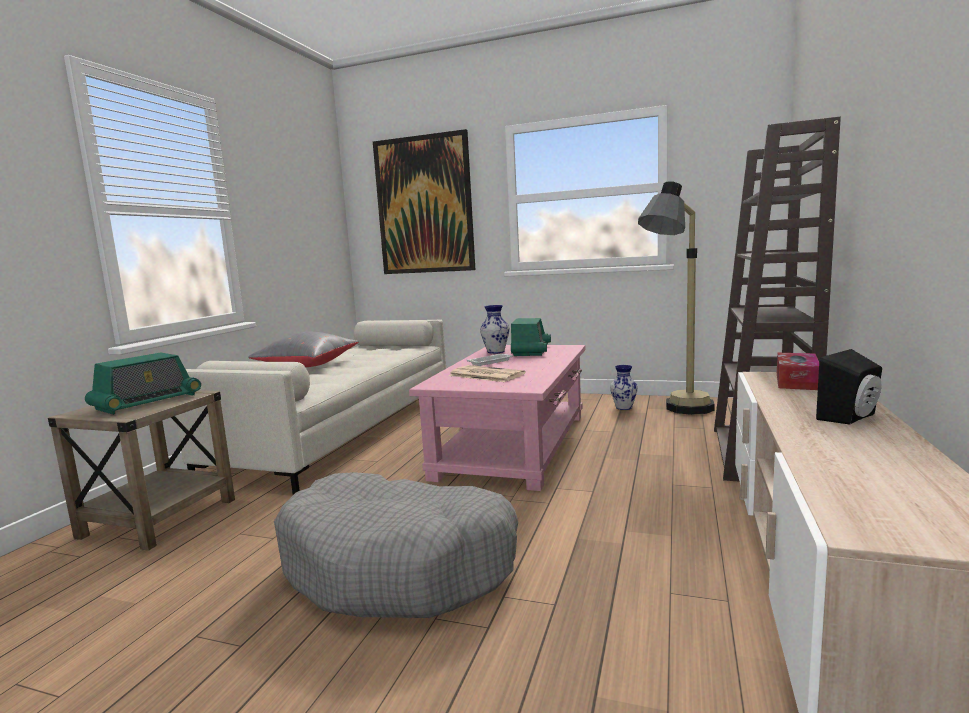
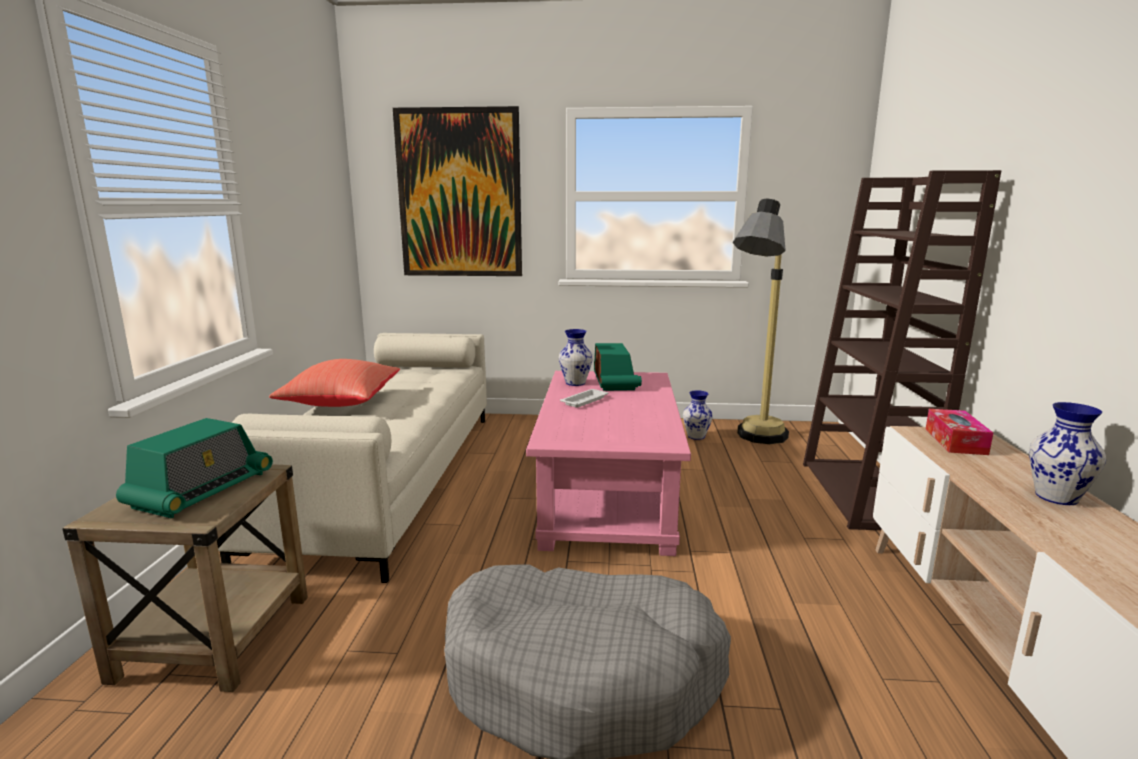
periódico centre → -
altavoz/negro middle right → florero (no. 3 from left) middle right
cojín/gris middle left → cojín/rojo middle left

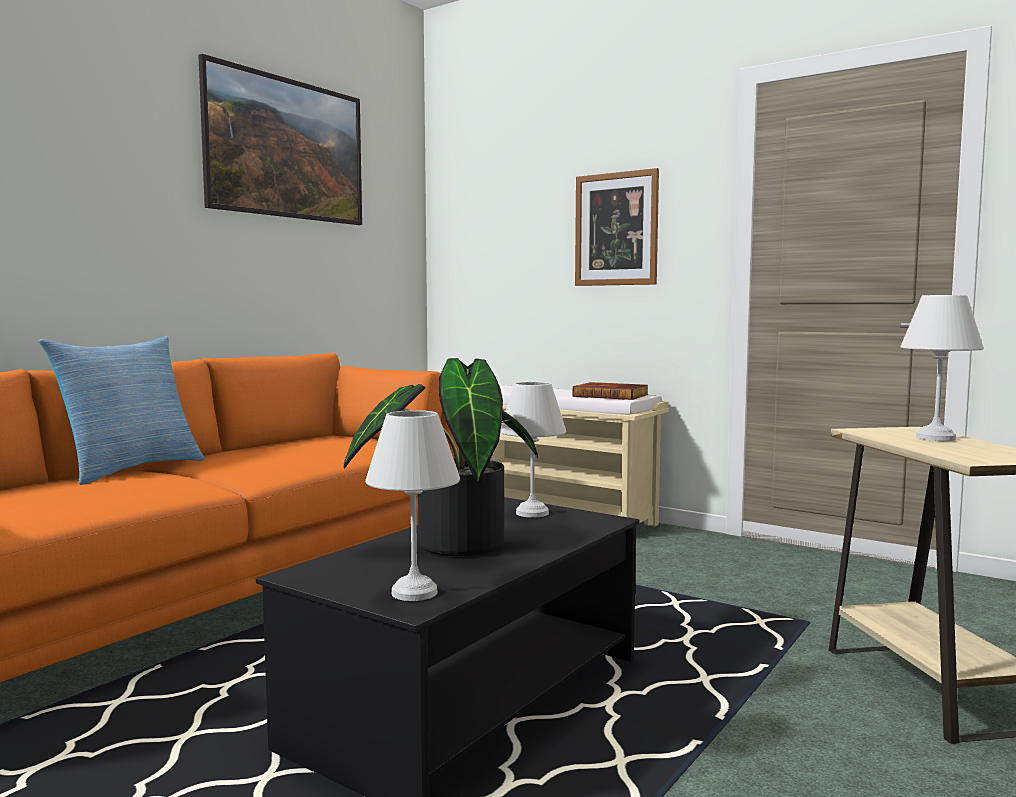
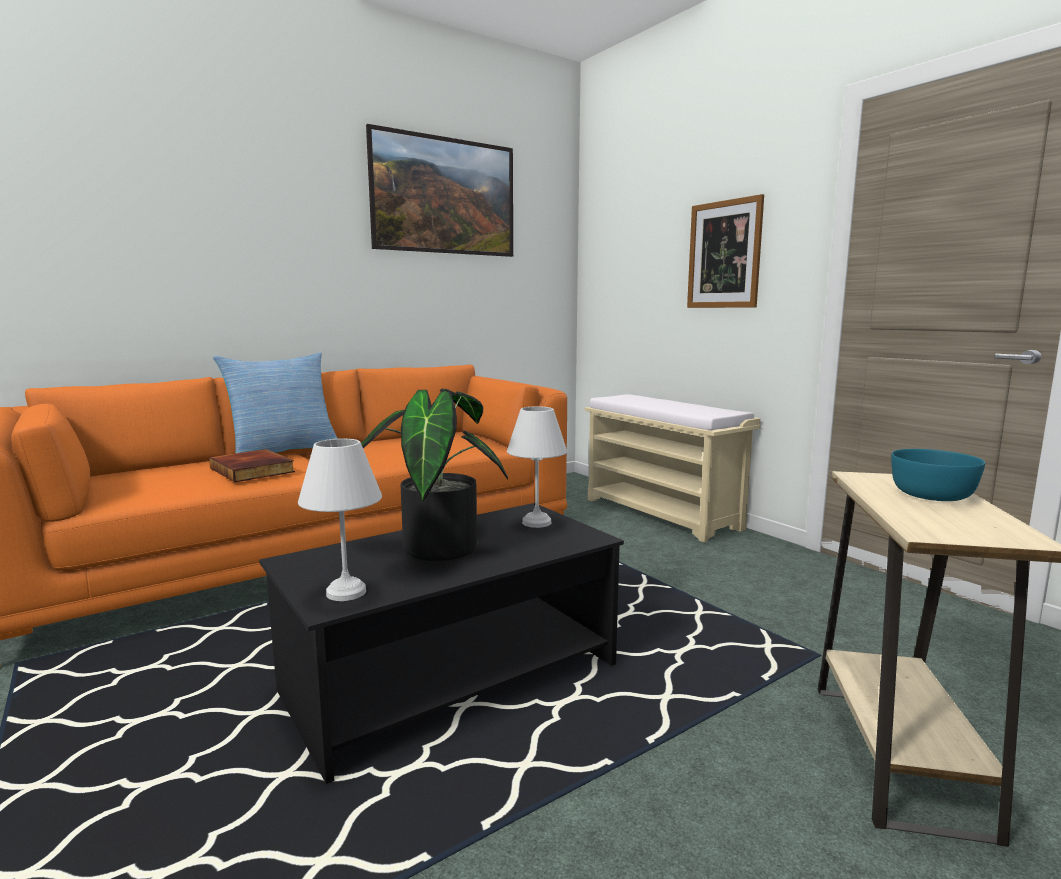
libro centre → libro middle left, shifted
lámpara de mesa/blanco (no. 3 from left) middle right → cuenco/turquesa middle right

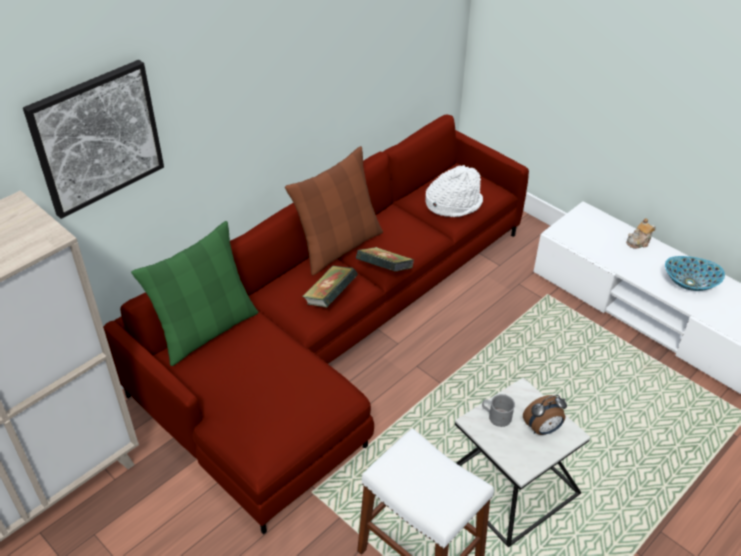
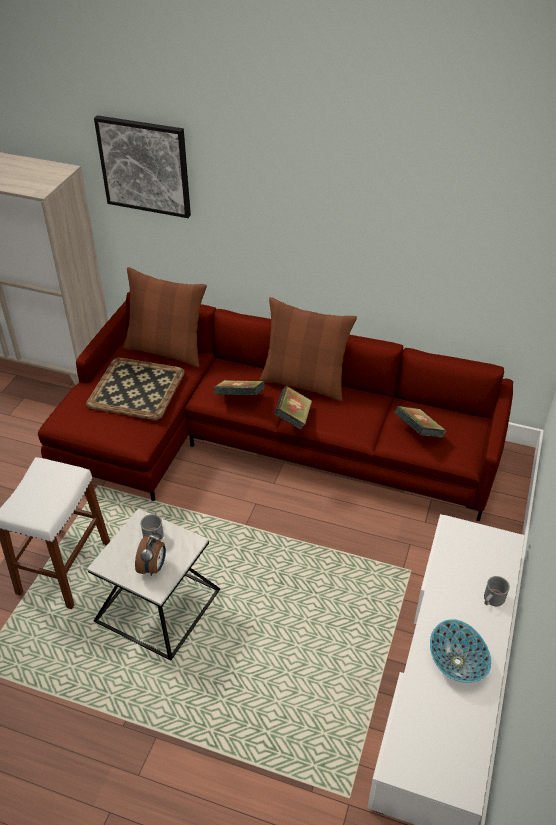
- → bandeja middle left
sombrero/blanco centre → libro (no. 3 from left) middle right
tetera middle right → taza grande/gris (no. 2 from left) bottom right
cojín/verde middle left → cojín/marrón (no. 1 from left) middle left
despertador bottom right → despertador bottom left, 120 degrees counterclockwise

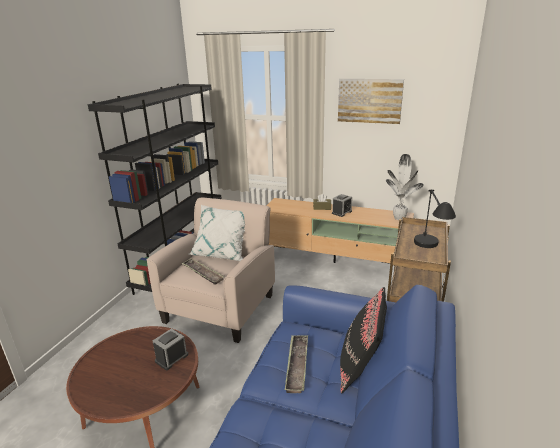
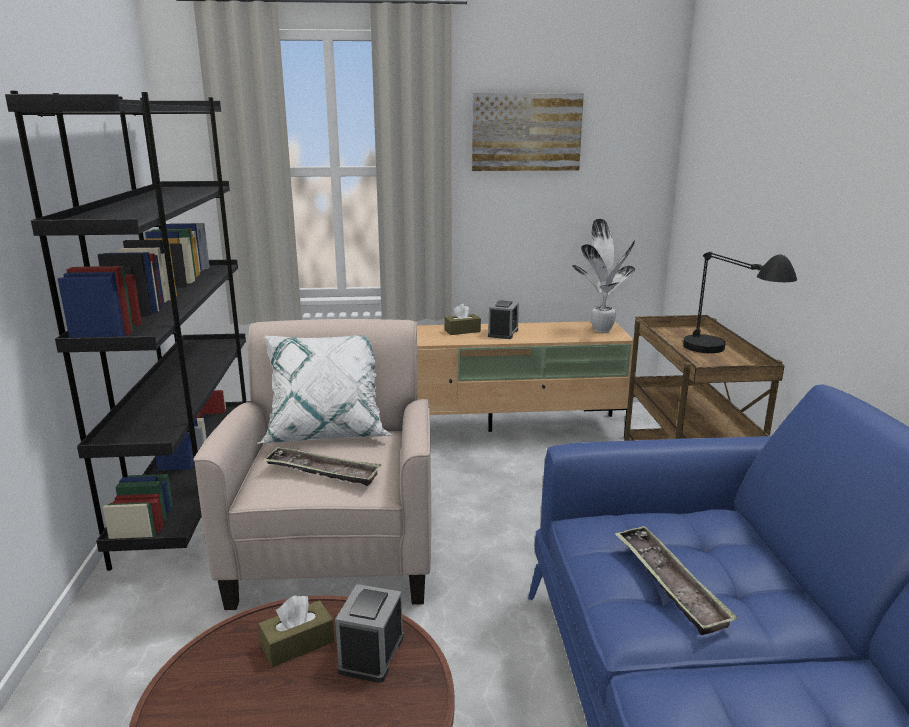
cojín/negro bottom centre → -
- → caja de pañuelos/marrón (no. 1 from left) bottom left

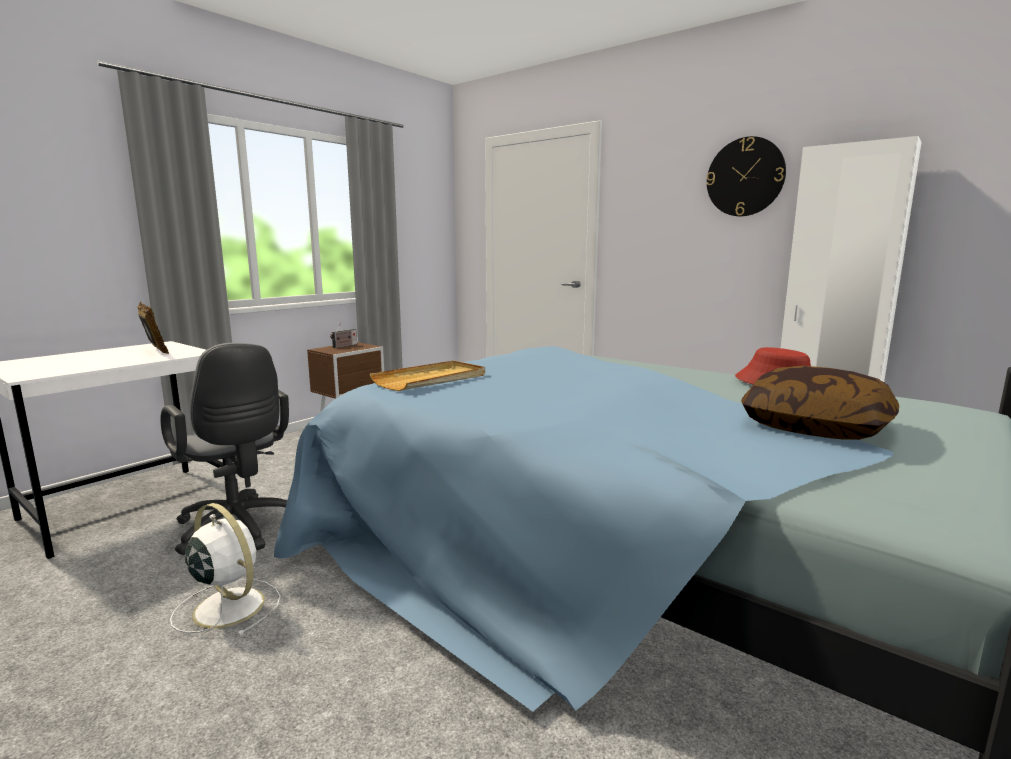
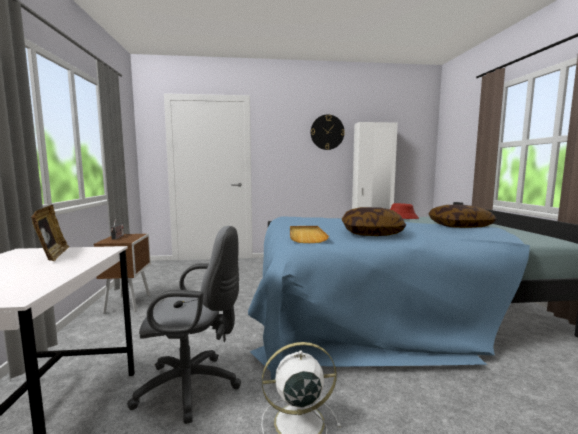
- → cojín (no. 1 from left) centre
portarretratos middle left, 60 degrees clockwise

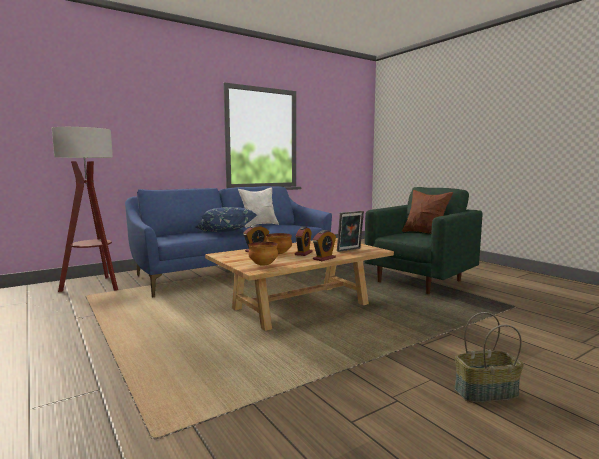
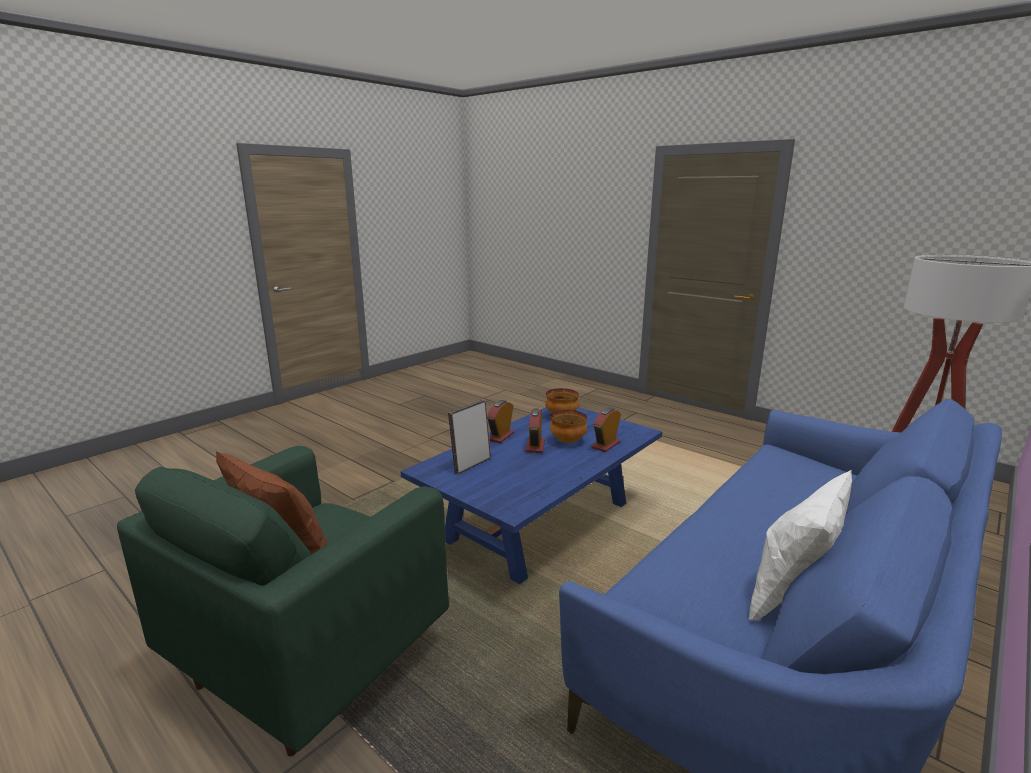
cojín/azul centre → -
cesta bottom right → -
mesa de centro/beis centre → mesa de centro/azul centre

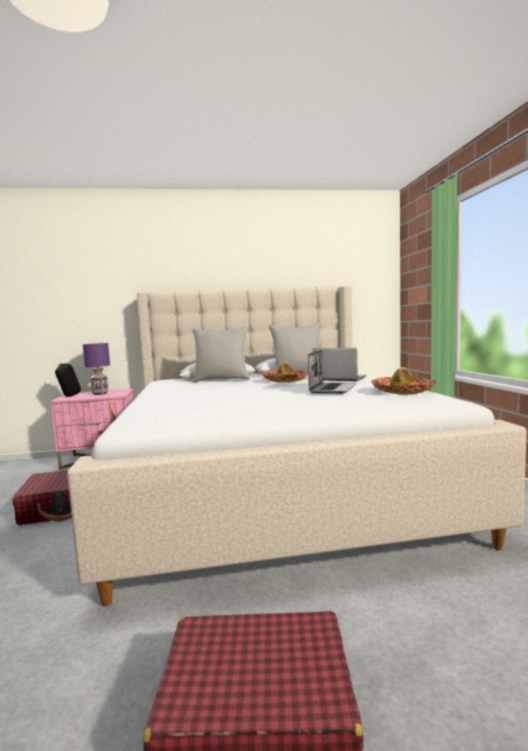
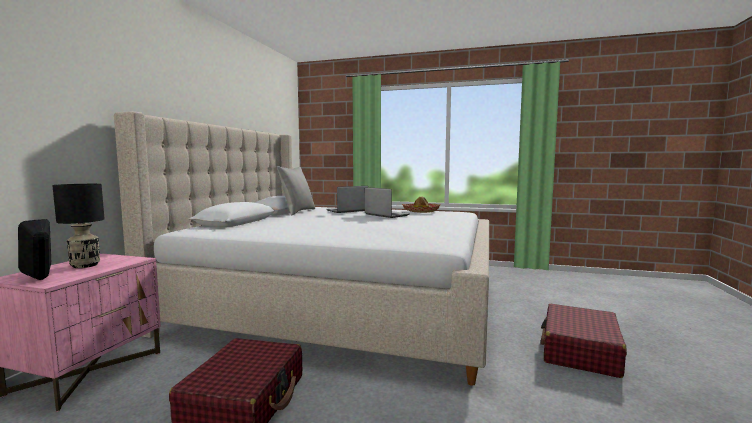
cojín/gris (no. 1 from left) centre → -
sombrero (no. 1 from left) centre → -
lámpara de mesa/morado middle left → lámpara de mesa/negro middle left

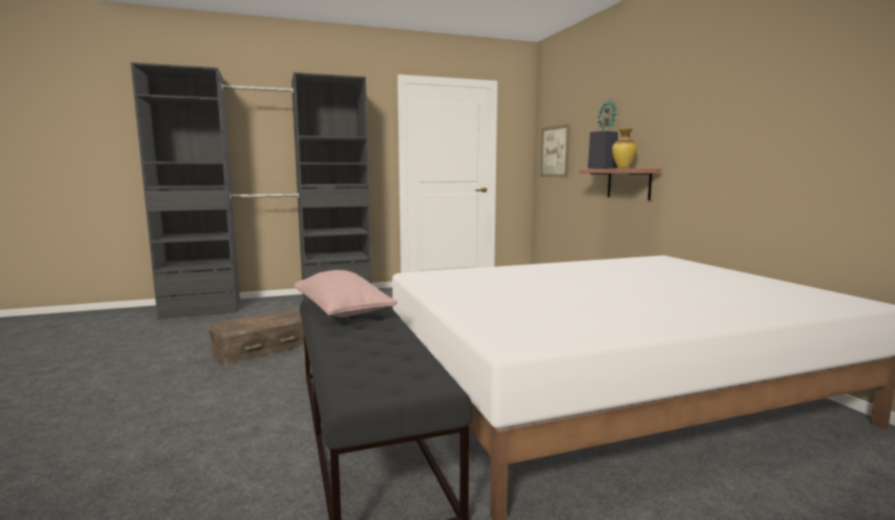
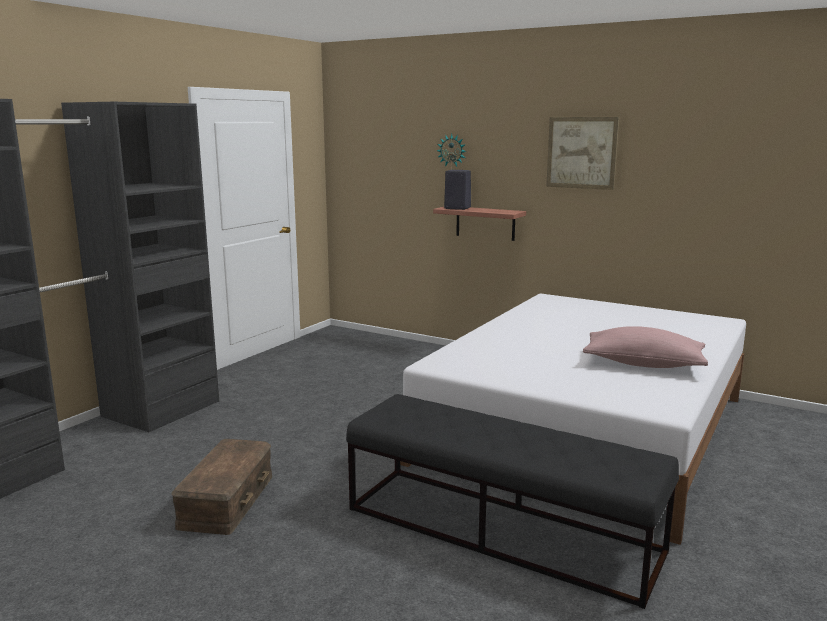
florero top right → -
cojín/rosa centre → cojín/rosa middle right, shifted
cuadro top centre → cuadro top right, shifted

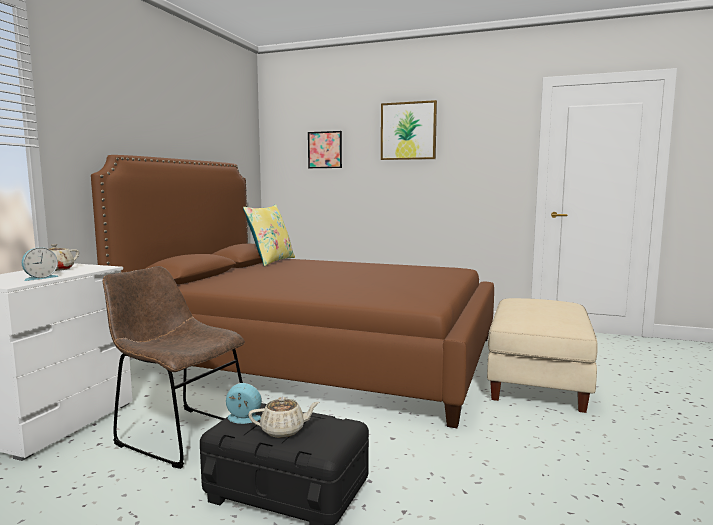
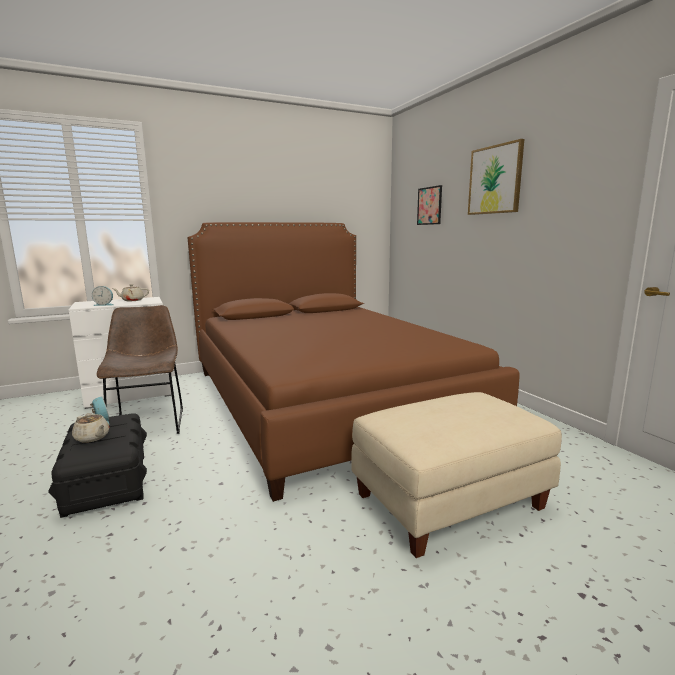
cojín/amarillo centre → -

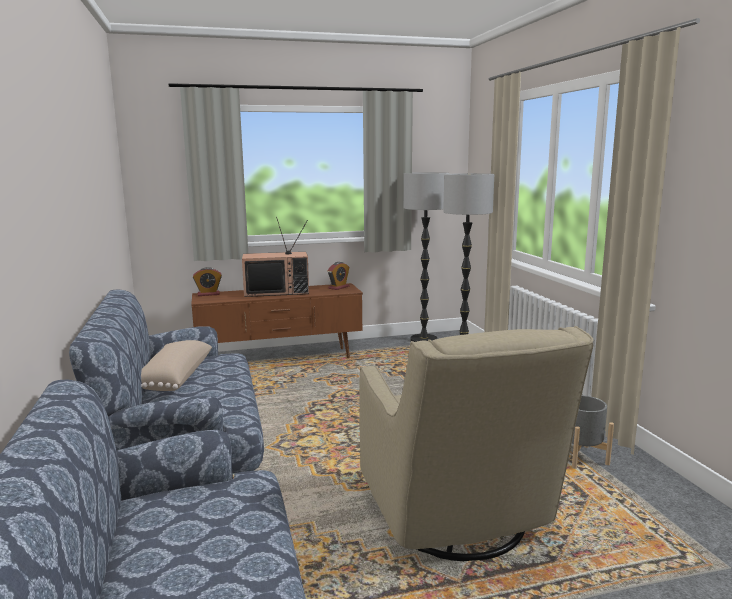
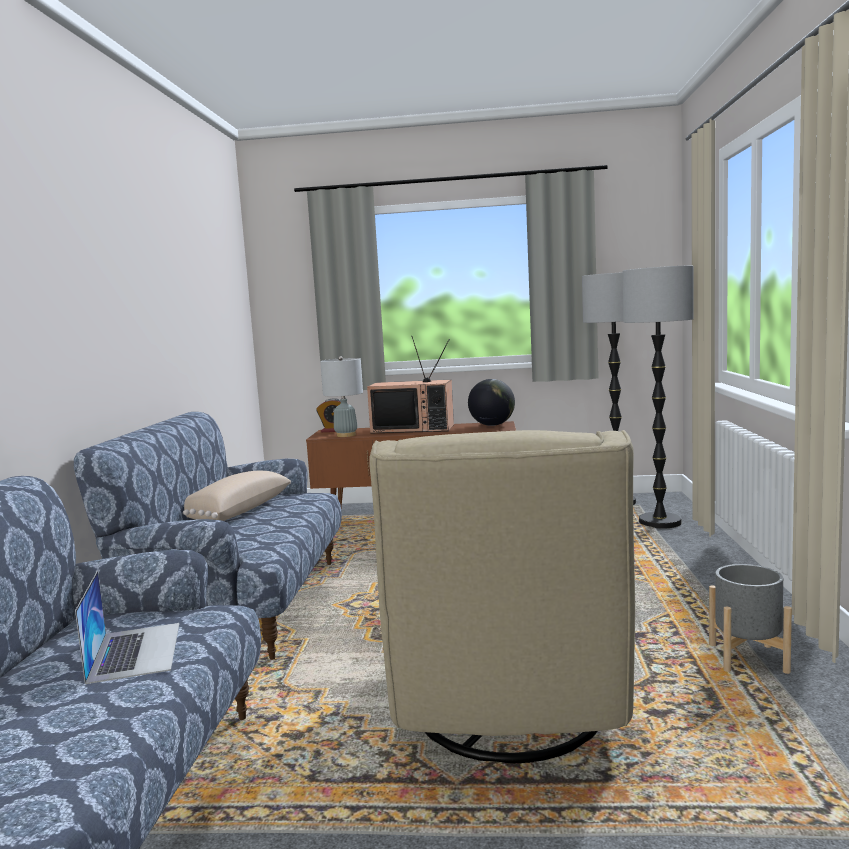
- → portátil bottom left
- → lámpara de mesa/gris centre
despertador (no. 2 from left) centre → globo terráqueo centre

